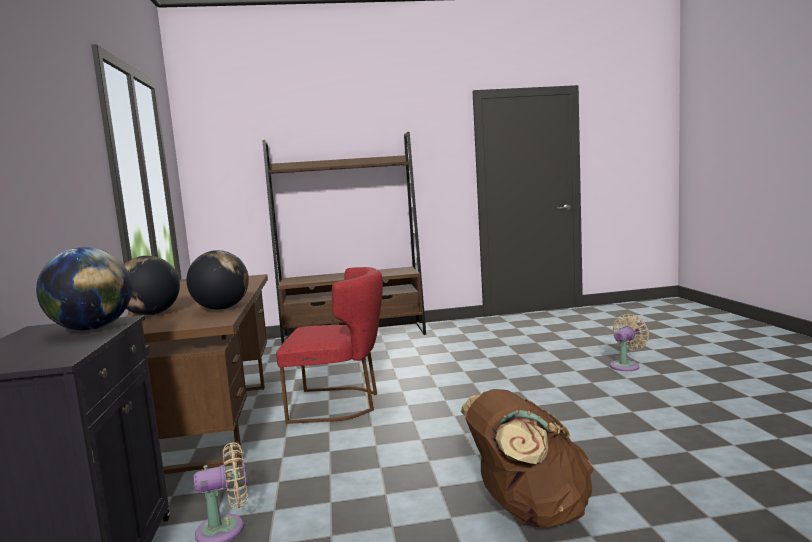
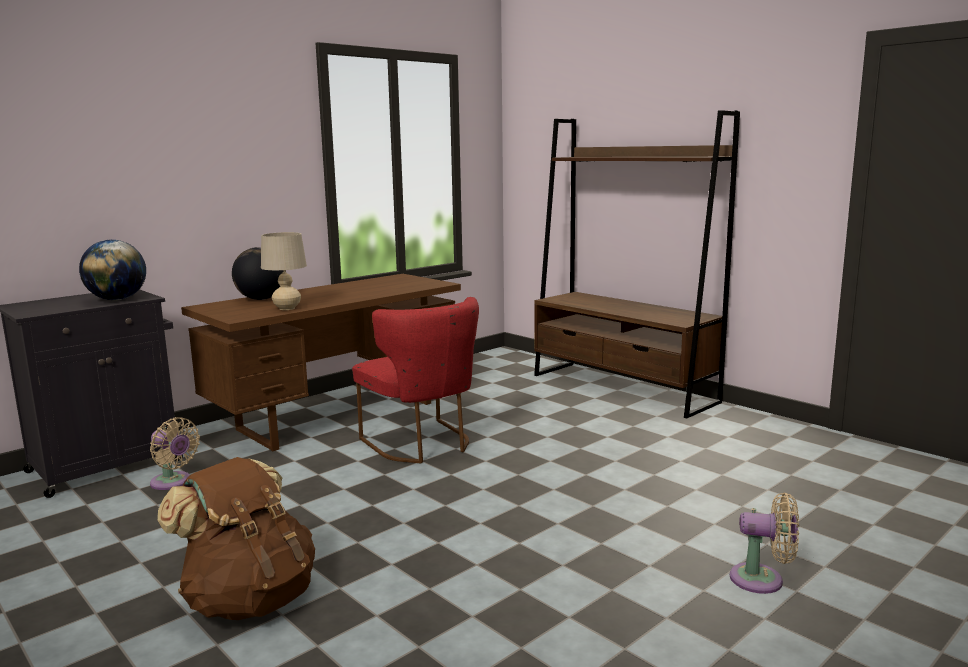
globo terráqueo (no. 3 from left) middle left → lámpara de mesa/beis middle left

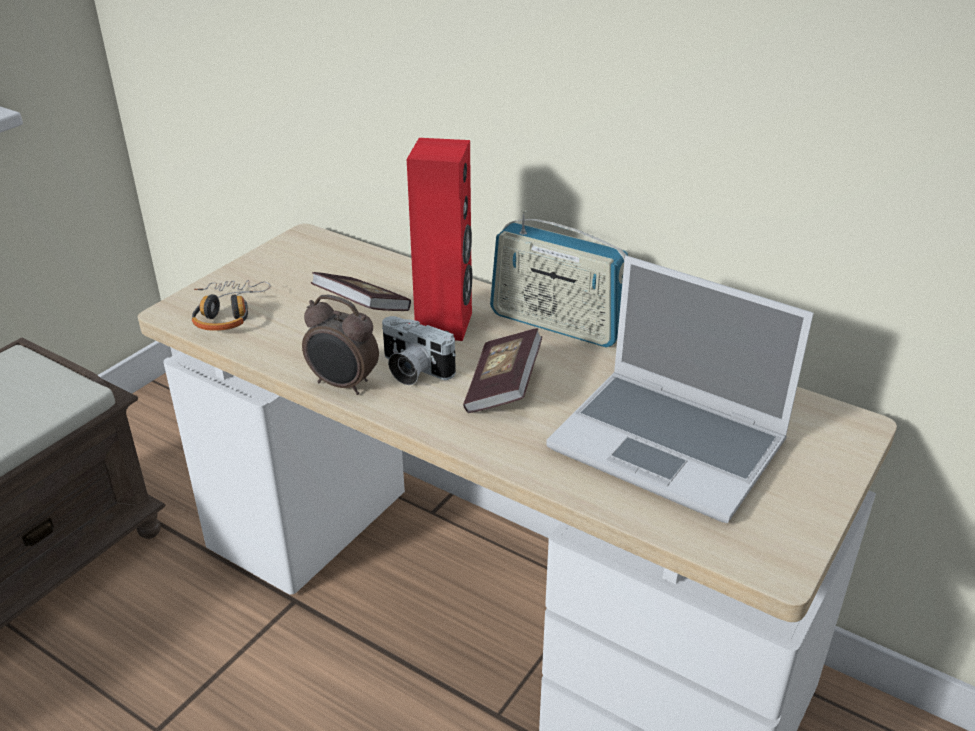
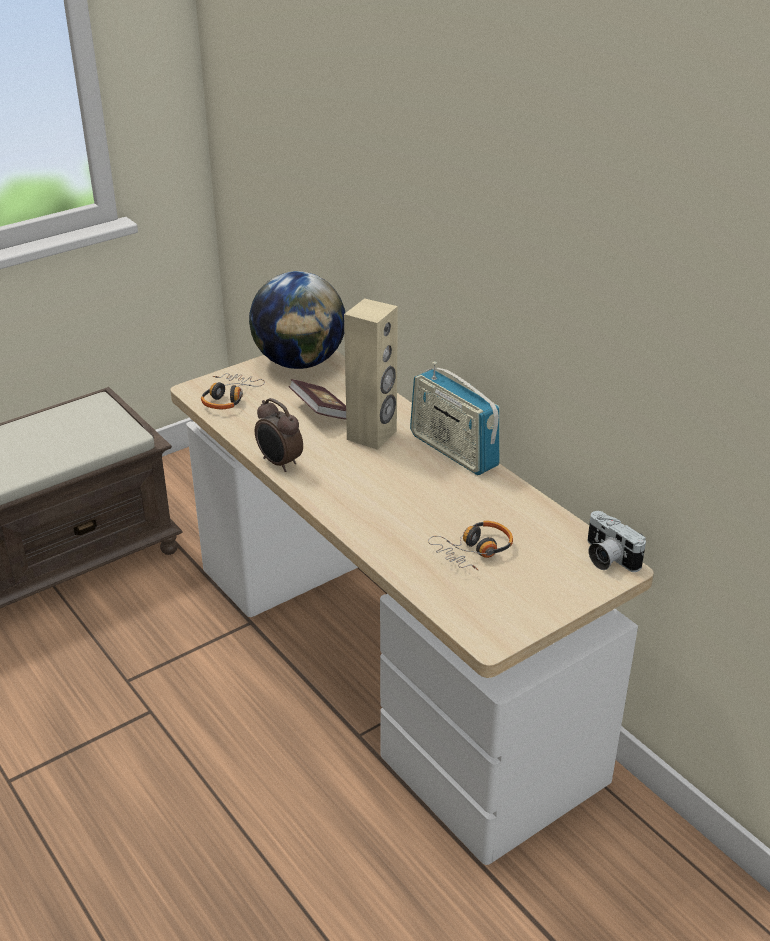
libro (no. 2 from left) centre → -
- → globo terráqueo centre
cámara centre → cámara middle right, shifted
portátil middle right → auriculares (no. 2 from left) centre
altavoz/rojo top centre → altavoz/beis centre

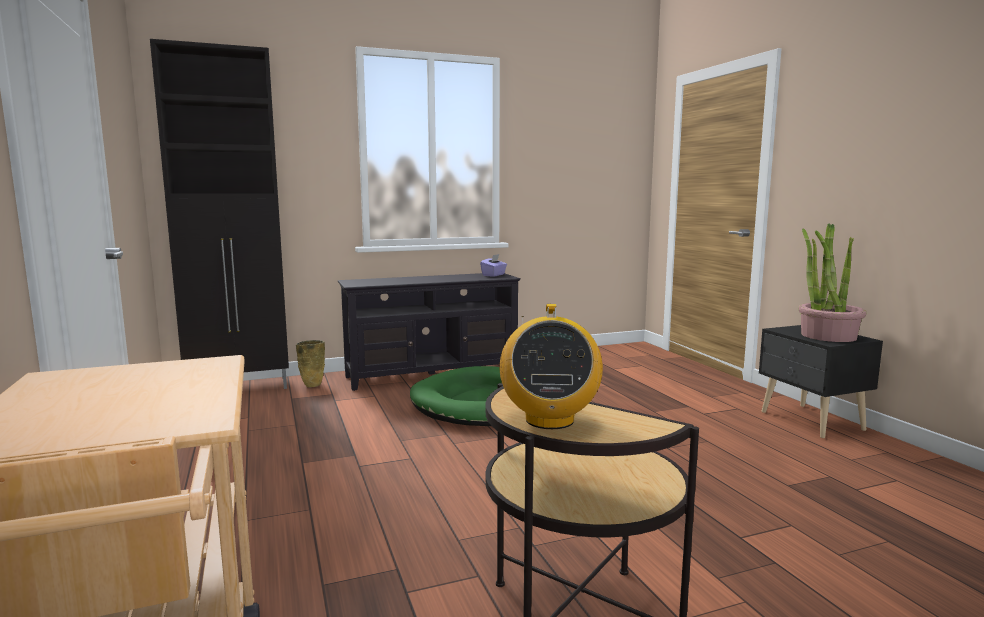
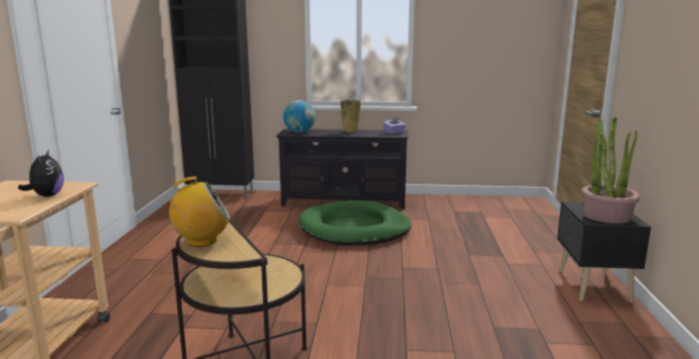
- → peluche middle left
- → globo terráqueo top centre
florero/beis middle left → florero/beis top centre, shifted
radio centre → radio middle left, 135 degrees counterclockwise

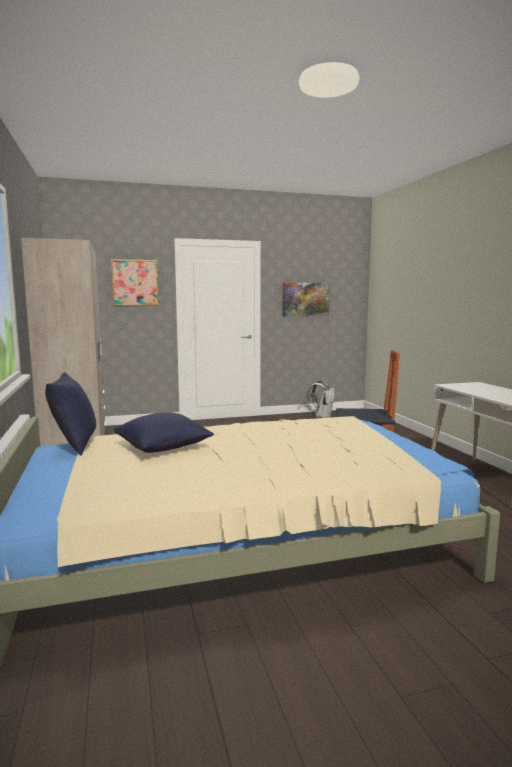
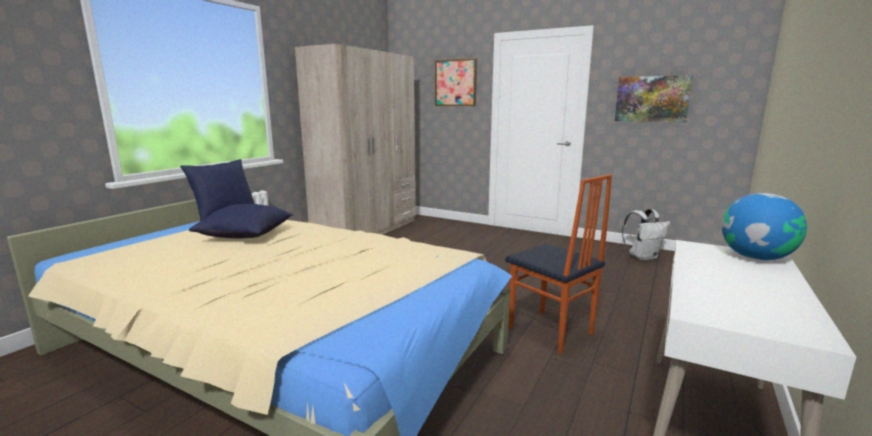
- → globo terráqueo middle right

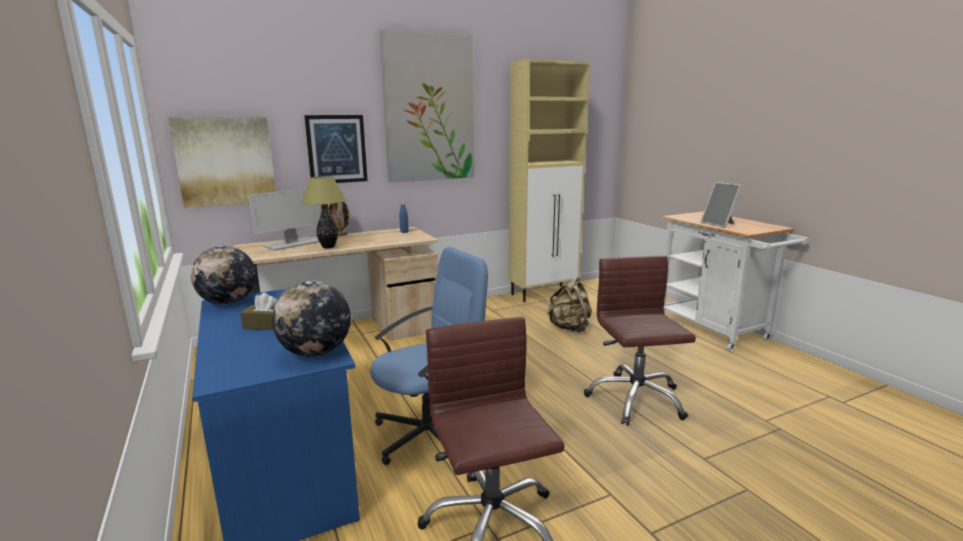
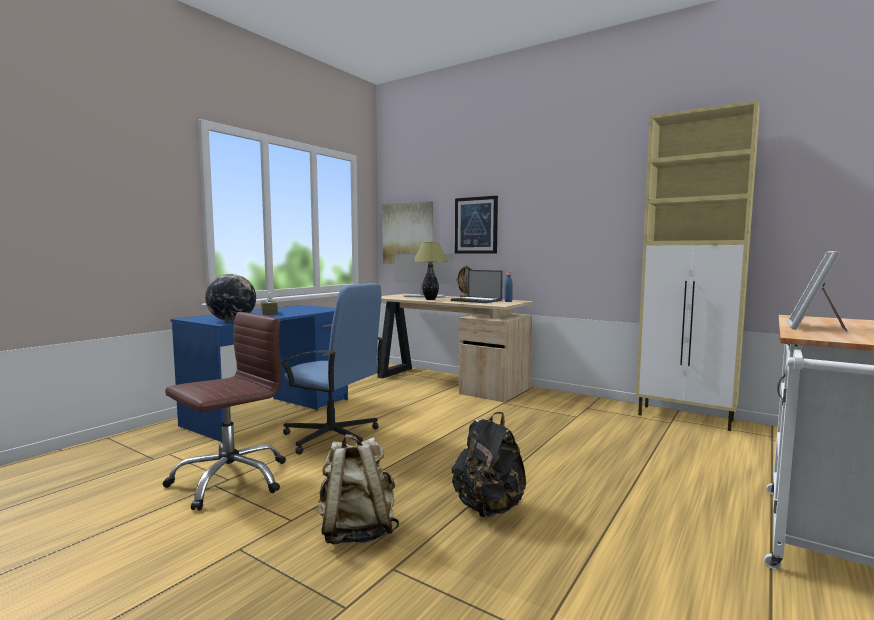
globo terráqueo (no. 1 from left) middle left → -
cuadro (no. 3 from left) top centre → -
- → portátil centre
mochila/beis centre → mochila/beis bottom centre, shifted
silla de oficina/marrón (no. 2 from left) centre → mochila/negro bottom centre

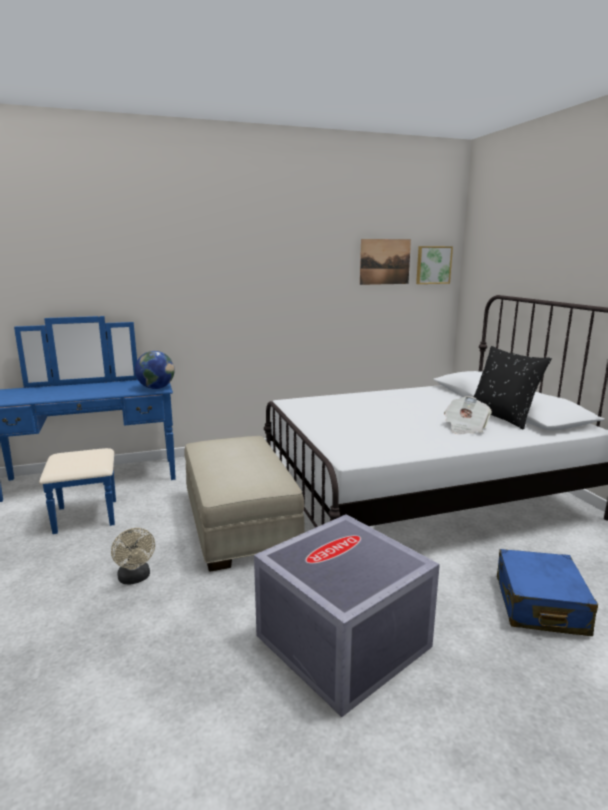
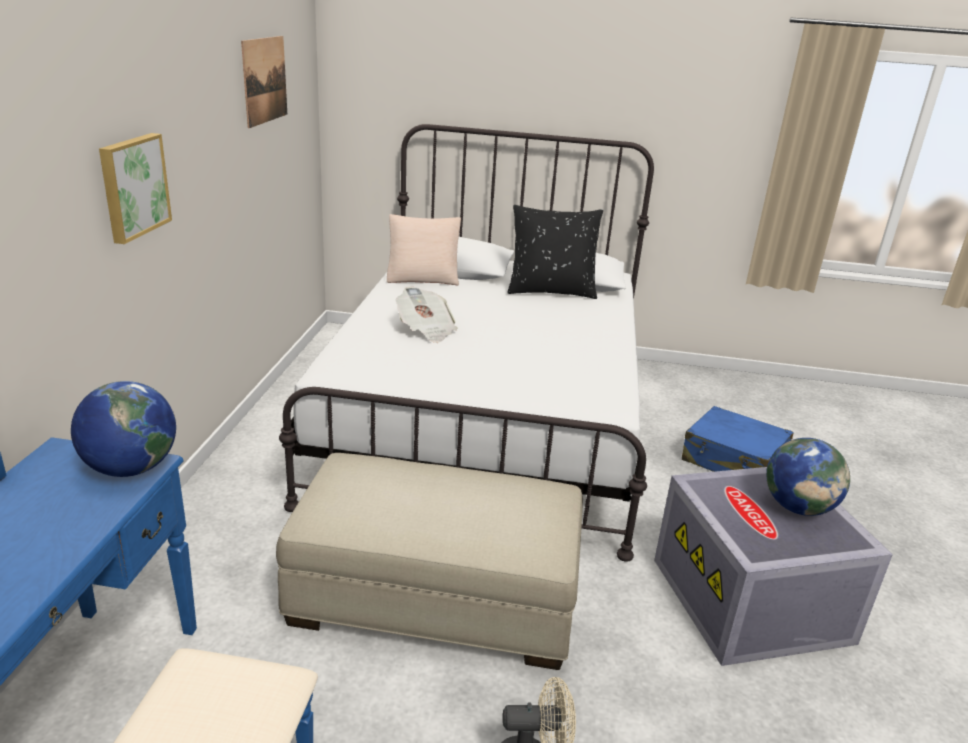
- → cojín/beis centre
- → globo terráqueo (no. 2 from left) middle right
cuadro (no. 2 from left in the first image) top right → cuadro (no. 1 from left) top left, shifted
periódico middle right → periódico centre, shifted

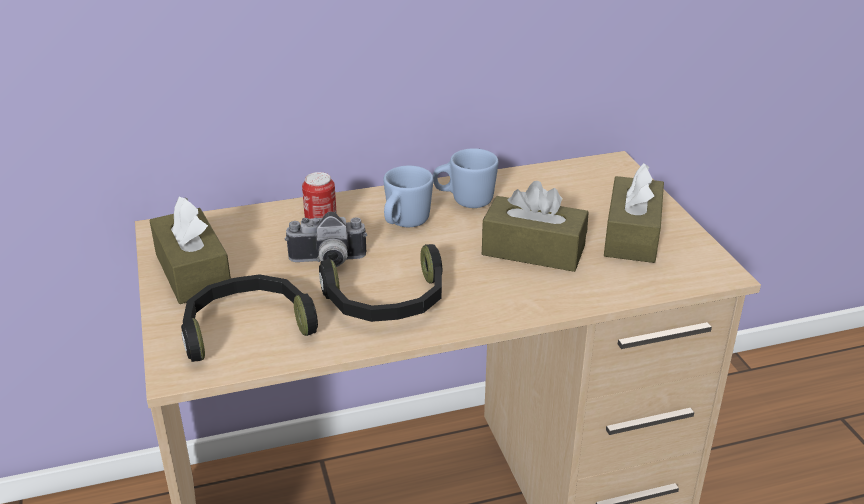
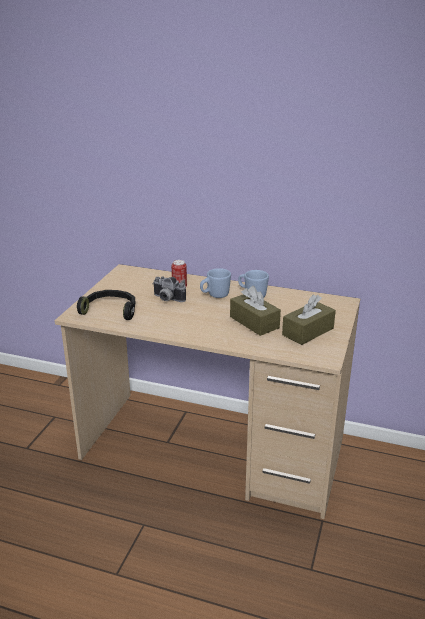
caja de pañuelos/marrón (no. 1 from left) middle left → -
auriculares/negro (no. 2 from left) centre → -

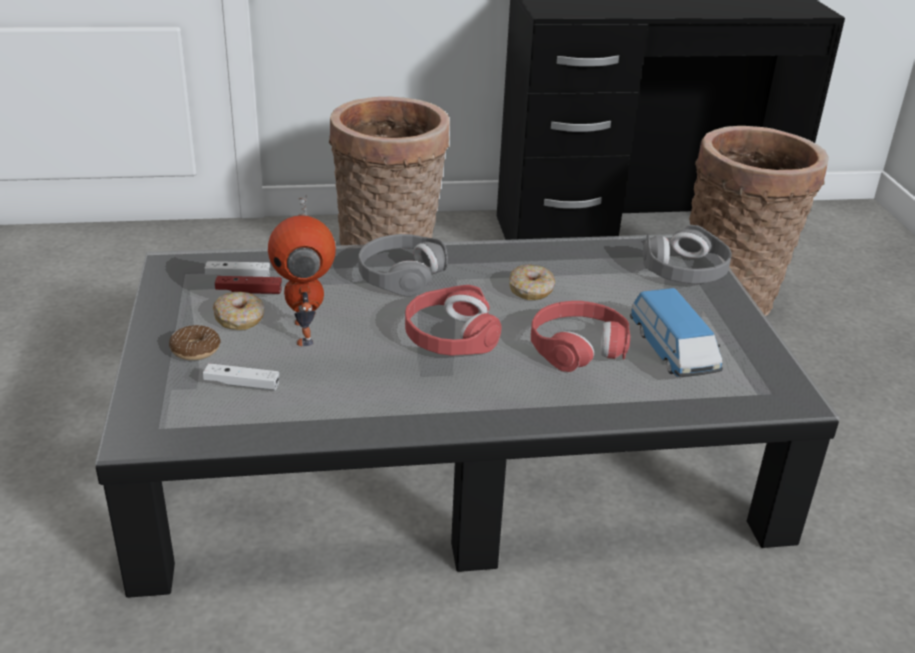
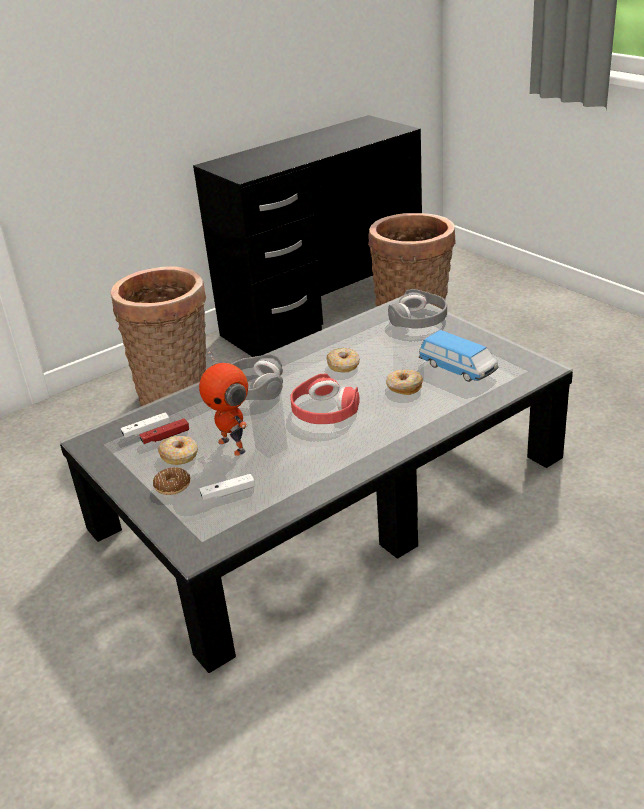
auriculares/rojo (no. 2 from left) centre → rosquilla (no. 4 from left) centre

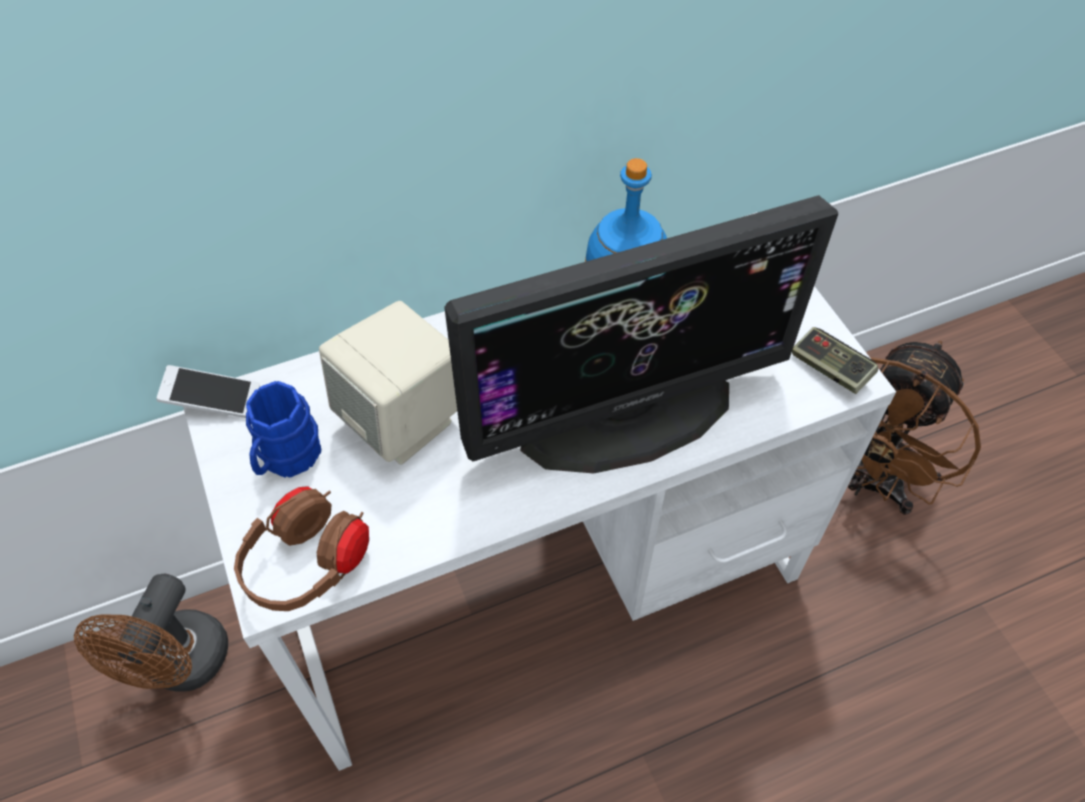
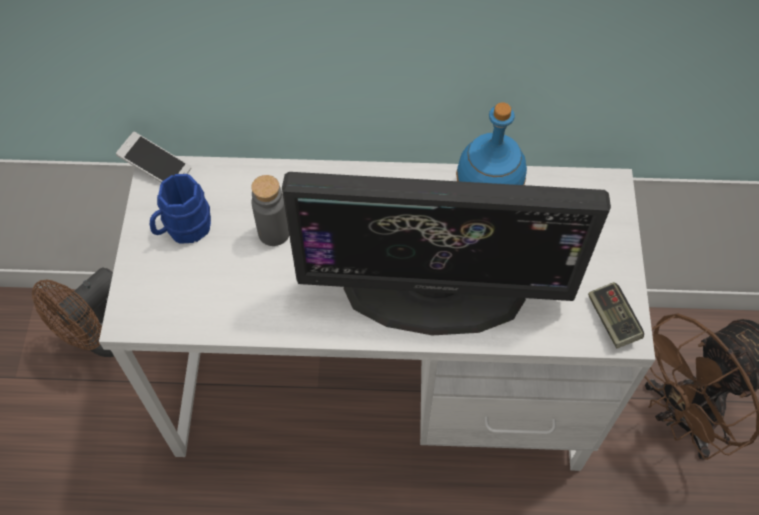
auriculares/marrón bottom left → -
altavoz/beis centre → botella/gris centre

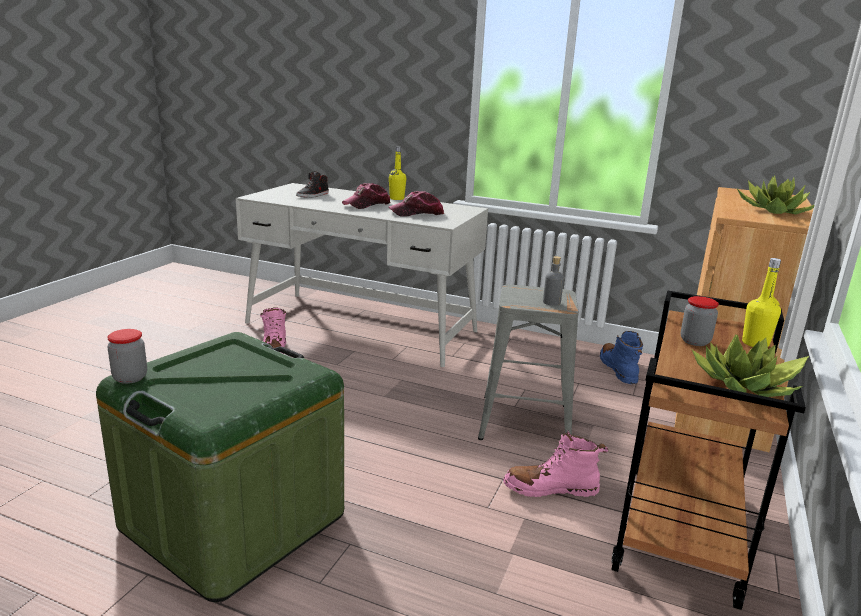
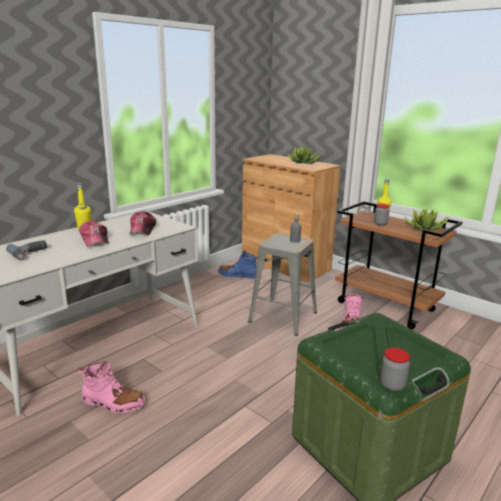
zapato/negro top centre → taladro middle left

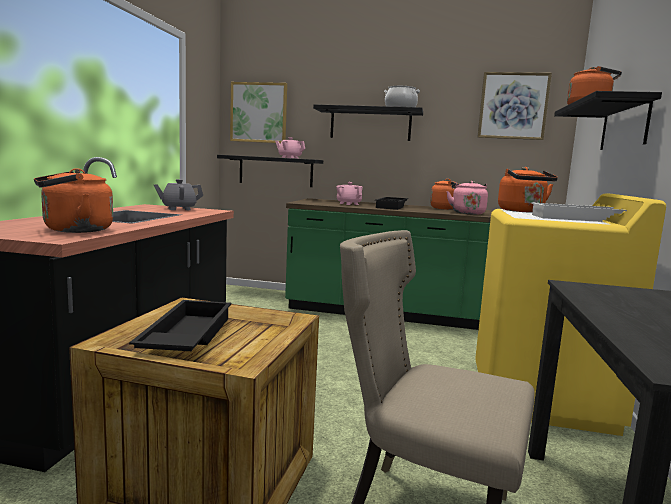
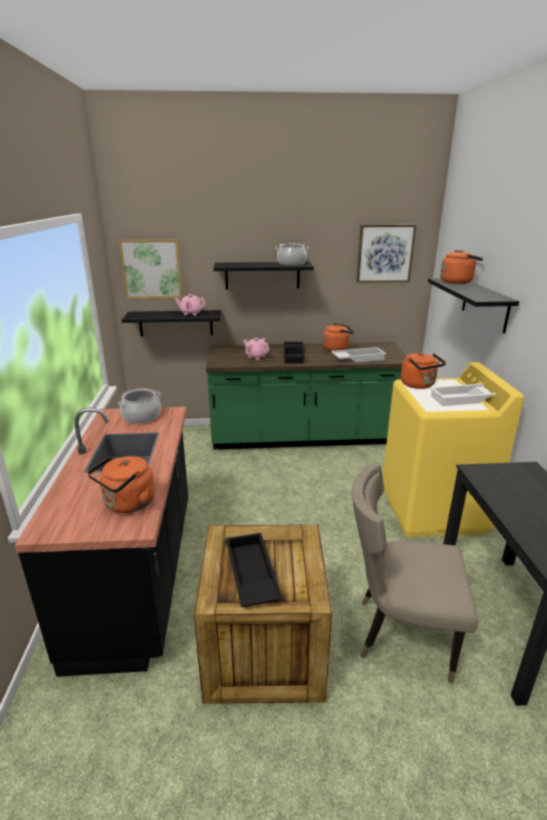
tetera/gris middle left → olla (no. 1 from left) middle left
hervidor/rosa middle right → bandeja/blanco (no. 1 from left) centre

